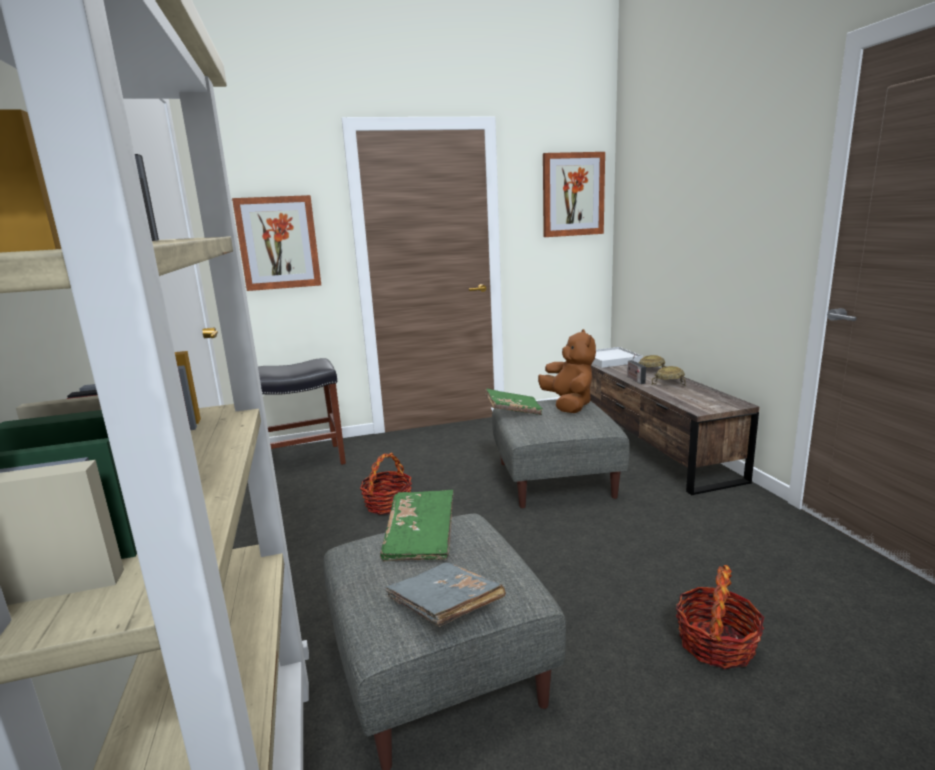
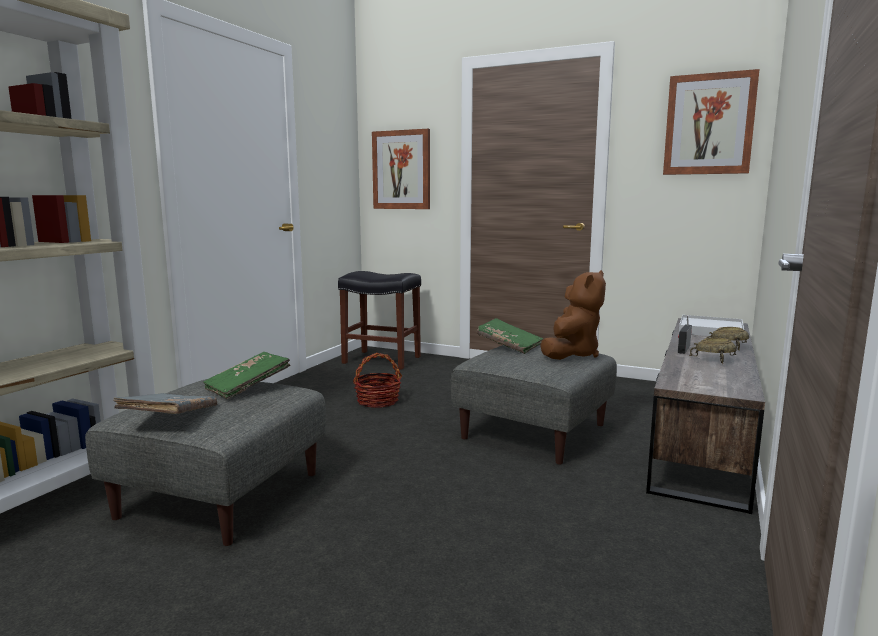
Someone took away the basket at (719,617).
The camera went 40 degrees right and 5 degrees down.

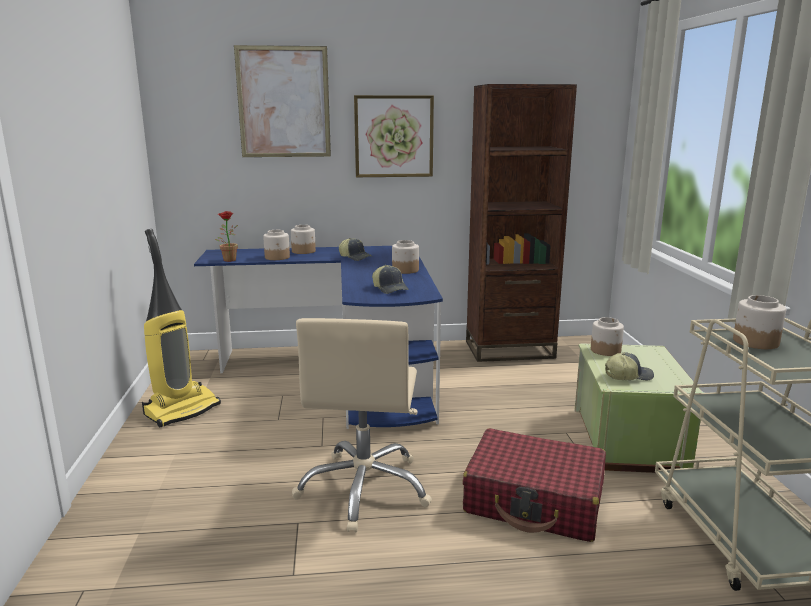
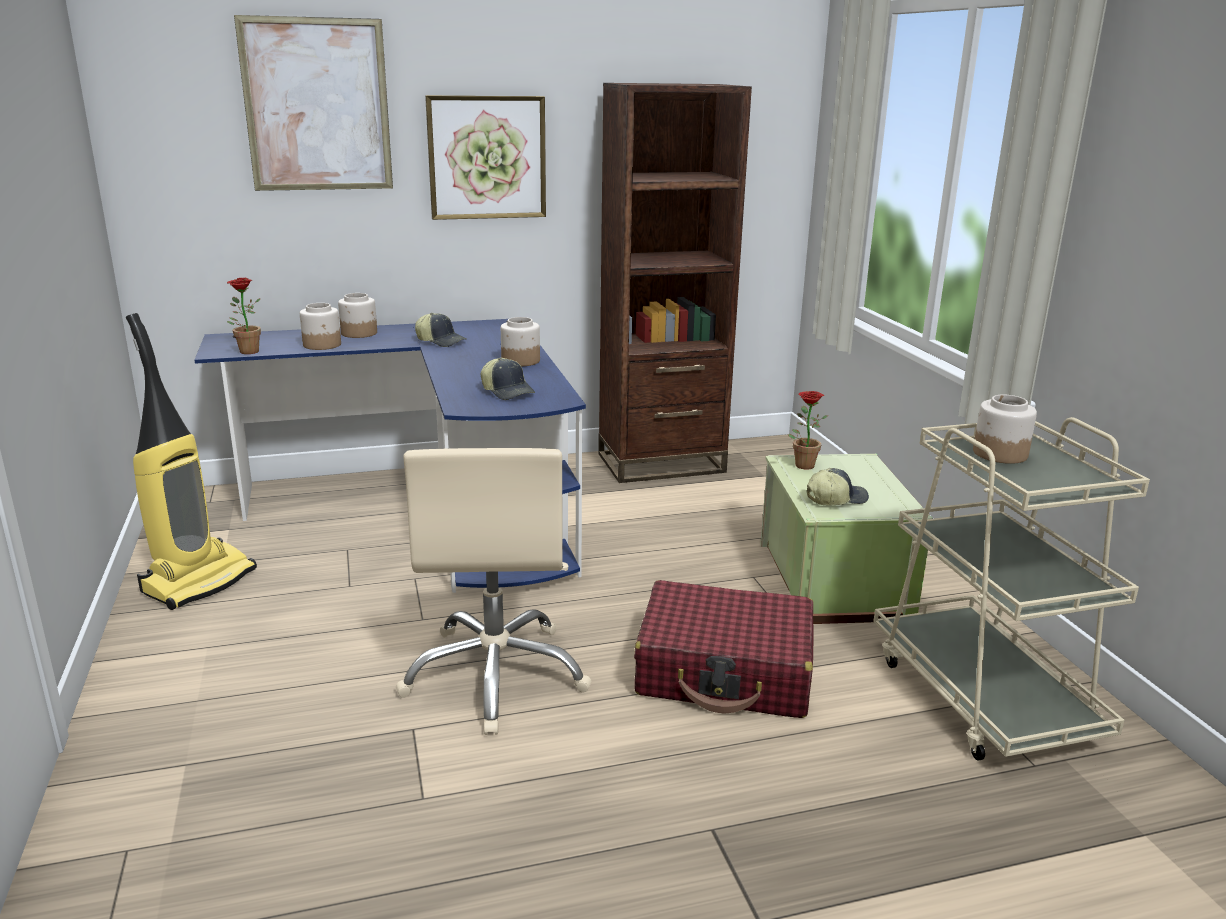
Someone swapped the jar at (607,336) for the potted plant at (808,430).
The camera went 10 degrees left and 5 degrees up.

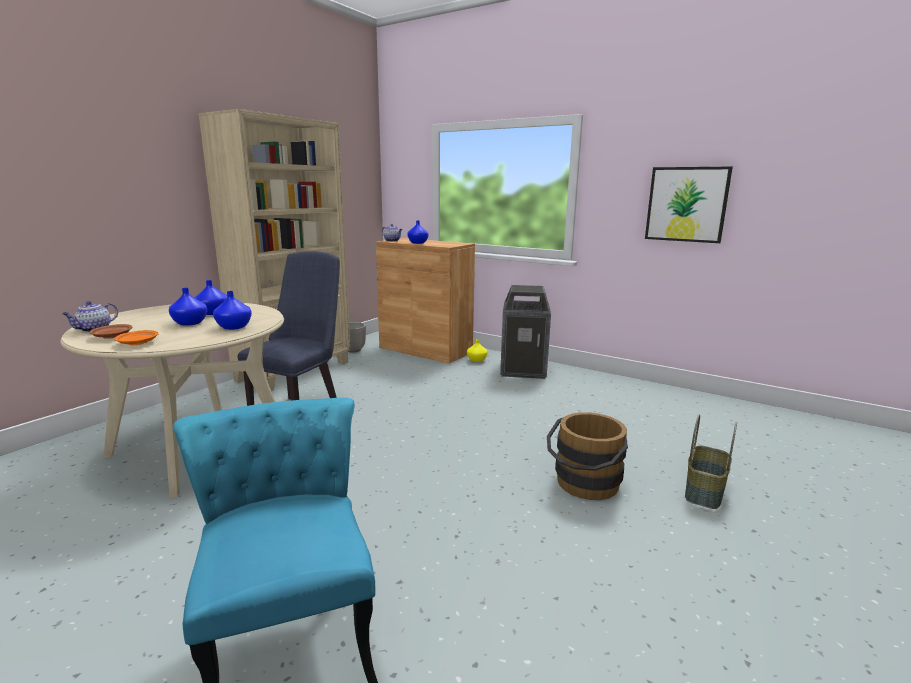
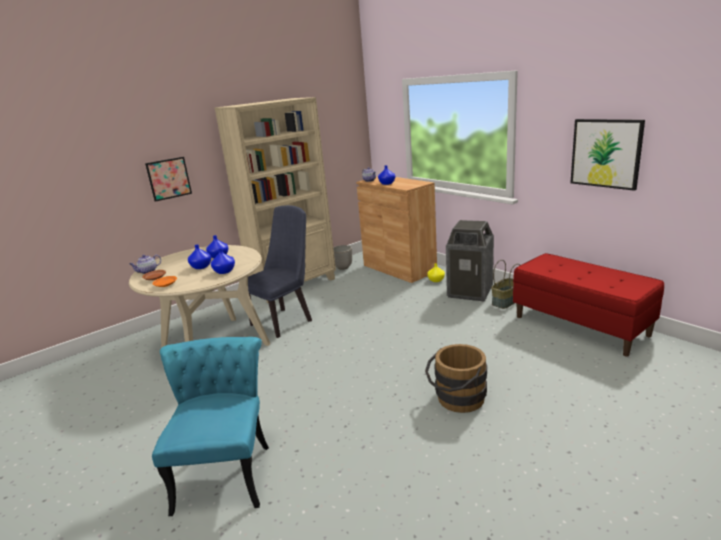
Someone put up the picture at (168,179).
Someone carried the basket from (711,461) to (505,284).
Someone put down the bench (red) at (588,304).
The camera went 20 degrees right and 5 degrees up.

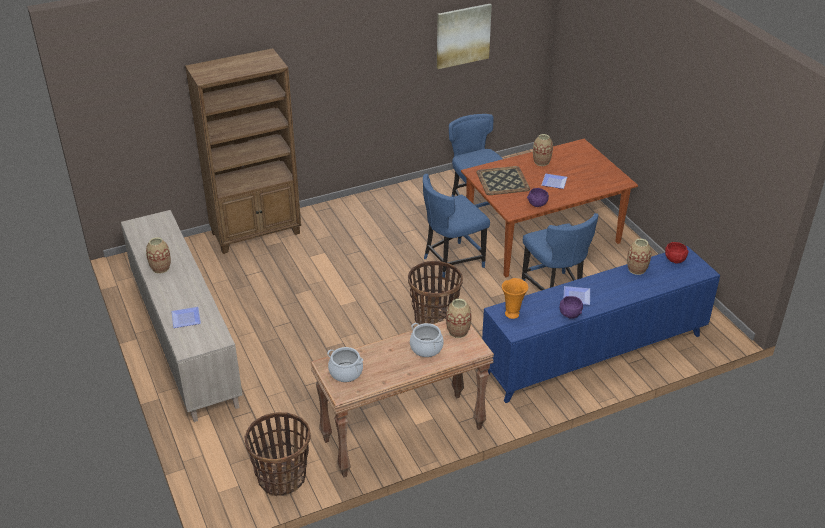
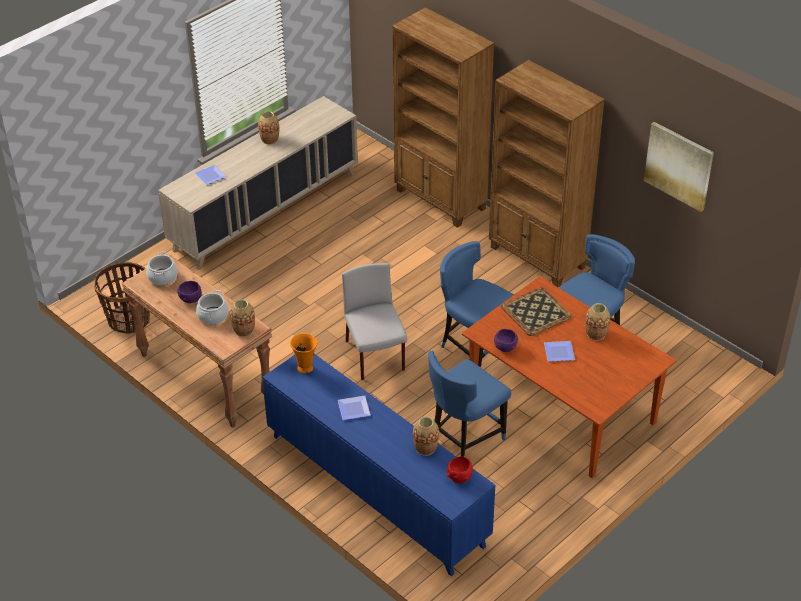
Someone carried the bowl (purple) from (571,307) to (189,292).
Someone swapped the basket at (435,293) for the chair (grey) at (374,321).
Someone put down the bookcase (brown) at (547,173).
The camera went 70 degrees right and 5 degrees up.

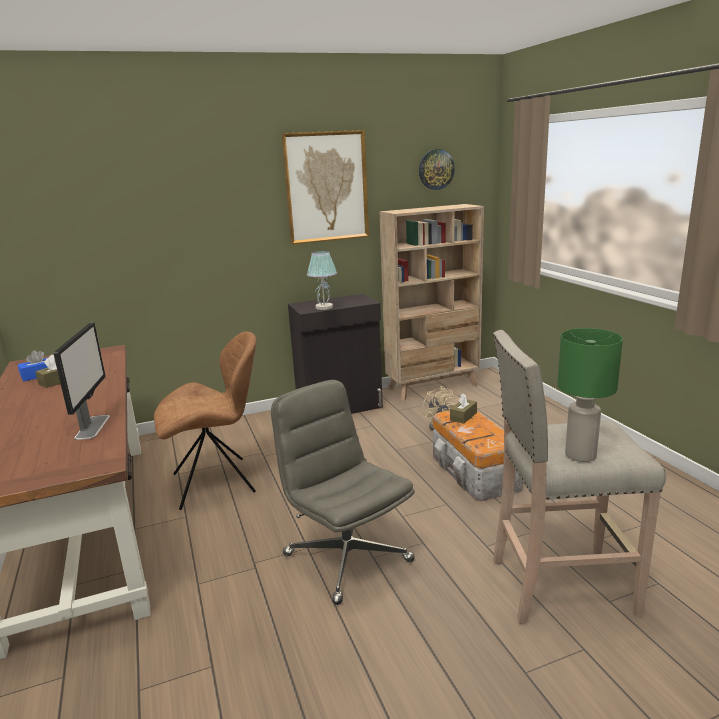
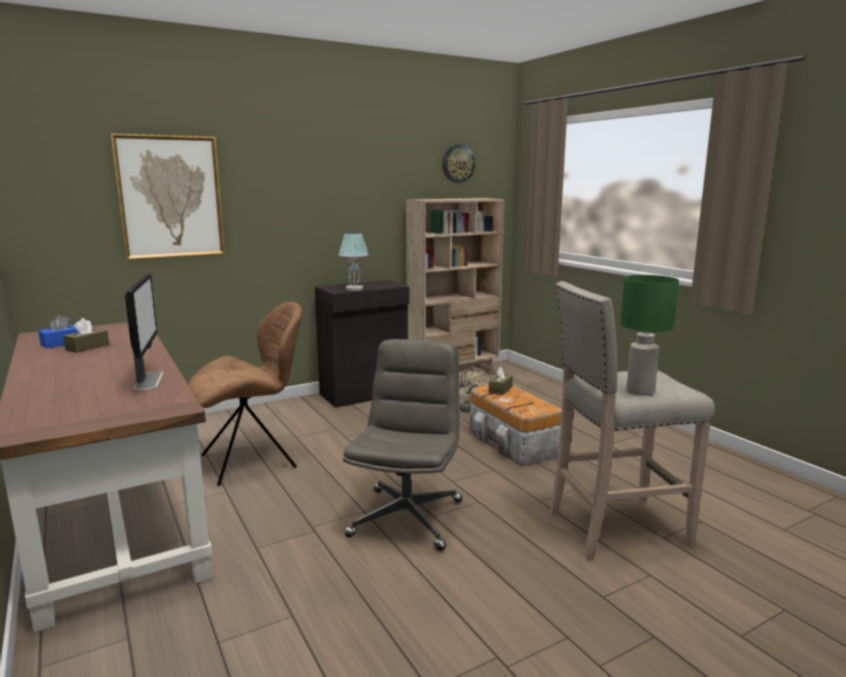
Someone carried the picture from (325,187) to (168,196).
Someone rotated the office chair (grey) at (343,492) by 60 degrees clockwise.
The camera went 10 degrees left and 5 degrees down.

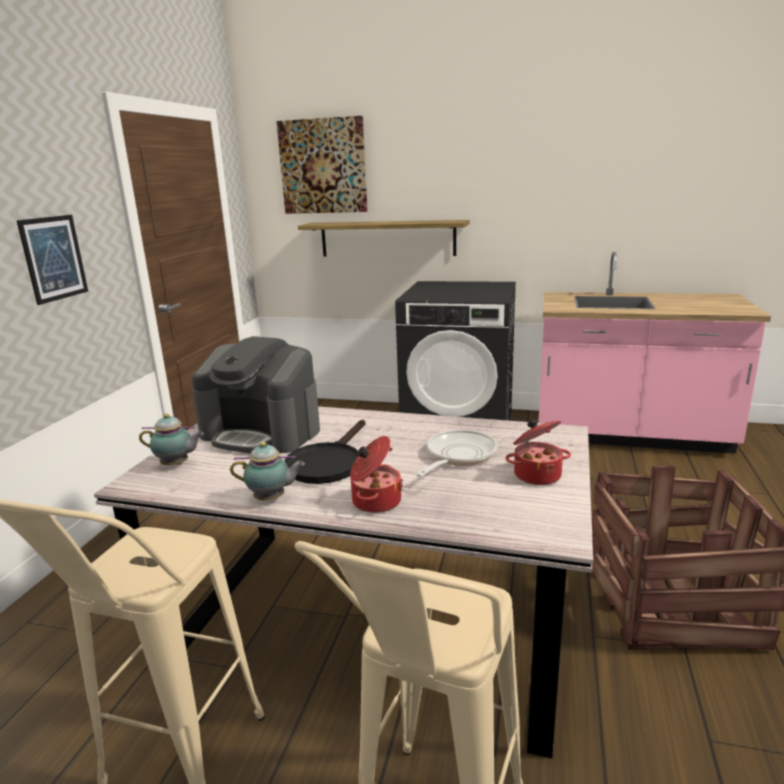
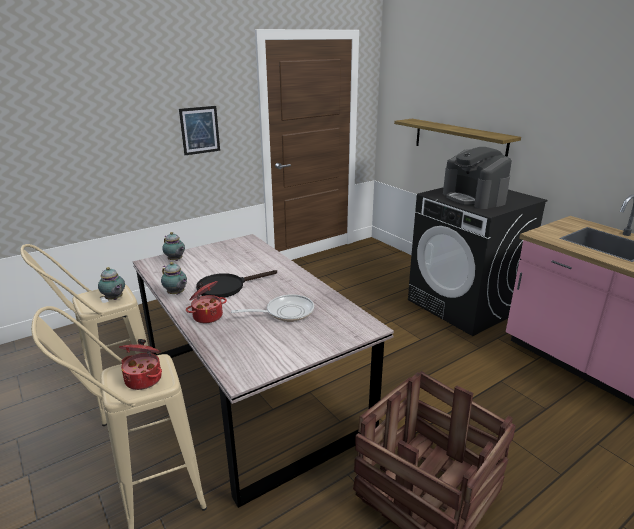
Someone put down the teapot at (111,283).
Someone carried the cooking pot from (538,452) to (140,364).
Someone carried the coffee machine from (256,394) to (477,178).
Someone took away the picture at (322,165).
The camera went 40 degrees right and 5 degrees up.

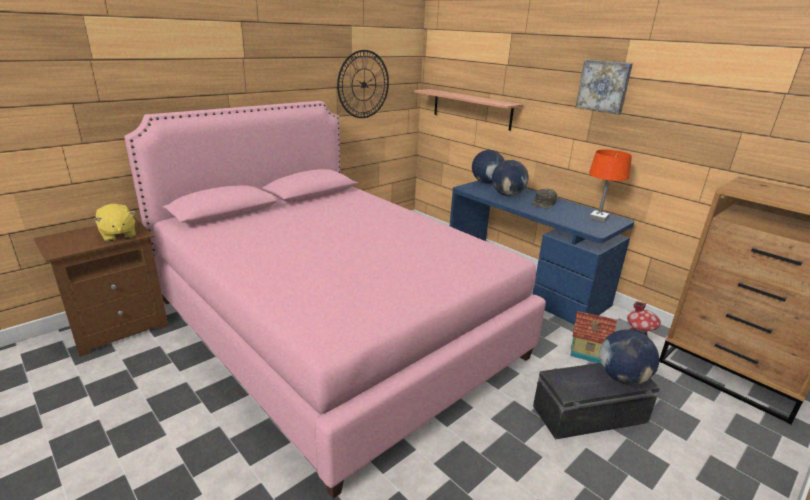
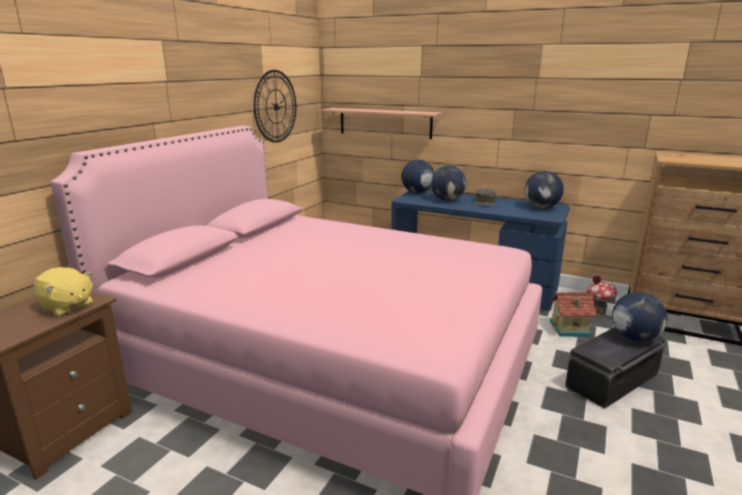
Someone swapped the table lamp (orange) at (610,186) for the globe at (544,189).
Someone took away the picture at (604,87).
The camera went 20 degrees left and 5 degrees down.

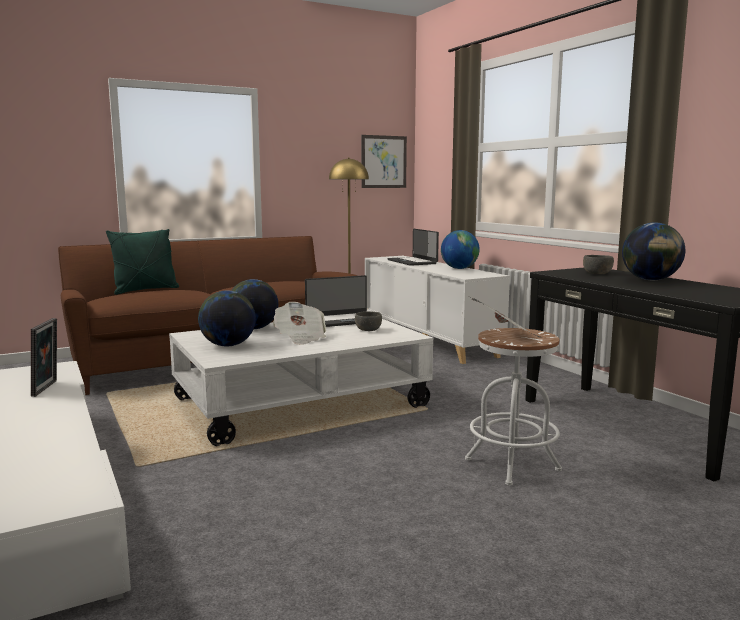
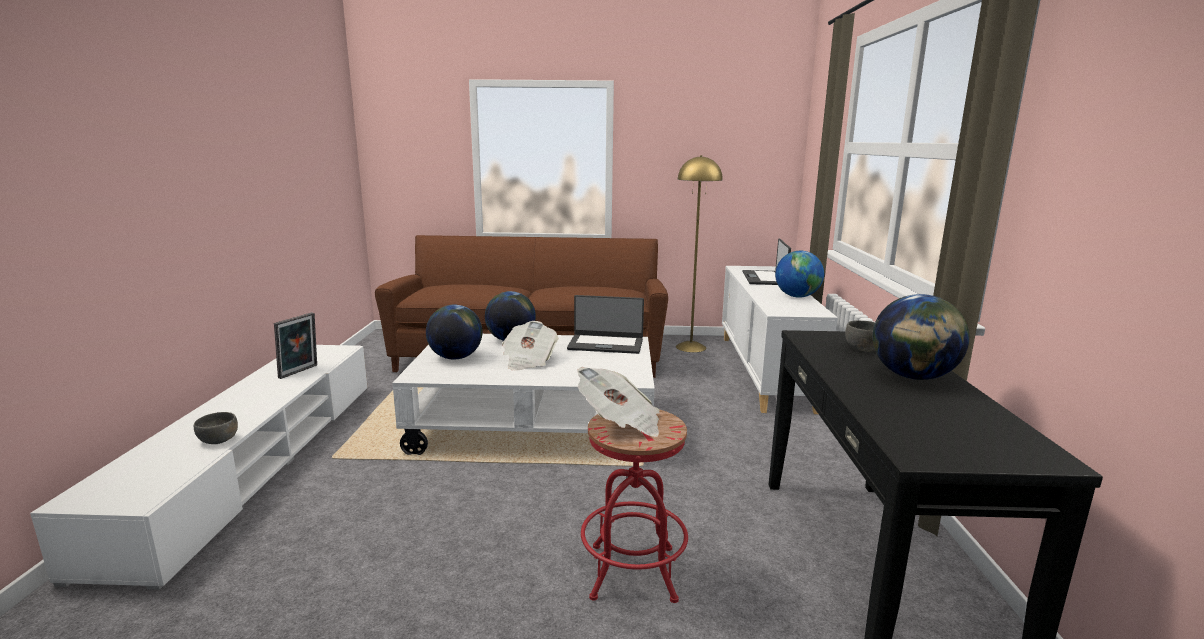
Someone carried the bowl (grey) from (368,321) to (216,428).
Someone repainted the stool (white) at (513,406), which became the stool (red) at (634,506).
Someone took away the pillow (green) at (142,262).
Someone took away the picture at (384,161).
The camera went 30 degrees right and 5 degrees up.

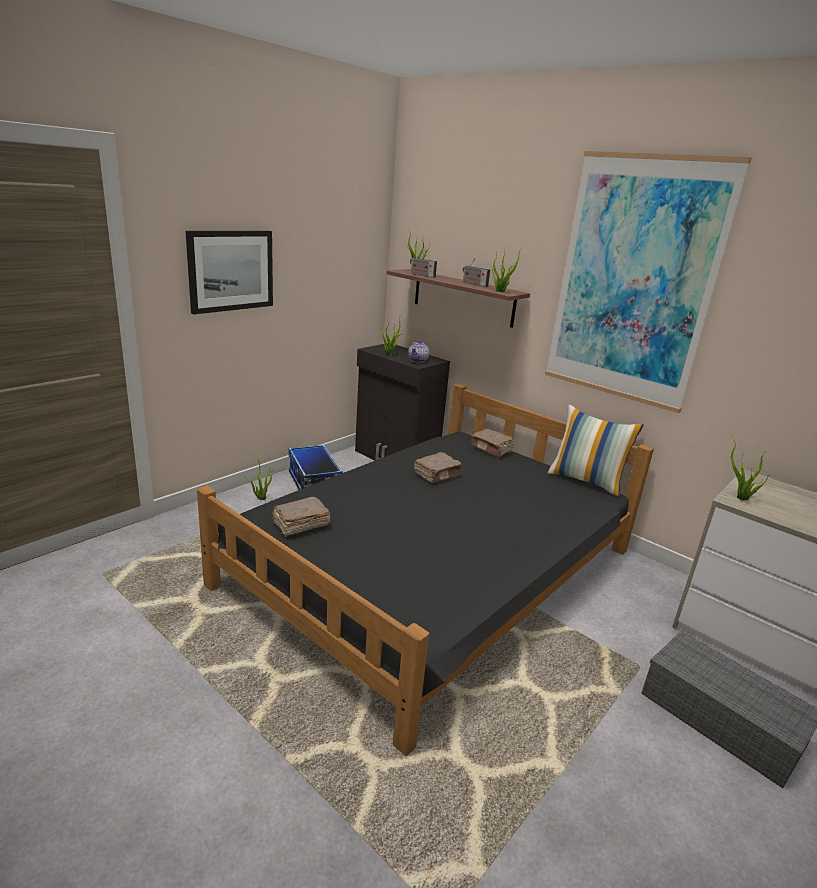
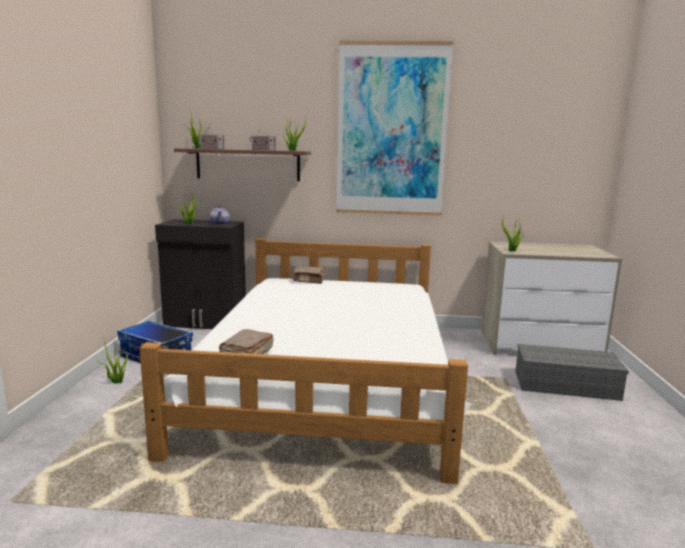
Someone repainted the bed (black) at (425,569), which became the bed (white) at (305,361).
Someone took away the picture at (229,272).
Someone took away the book (brown) at (438,467).
Someone took away the pillow at (596,451).
The camera went 35 degrees left and 10 degrees down.

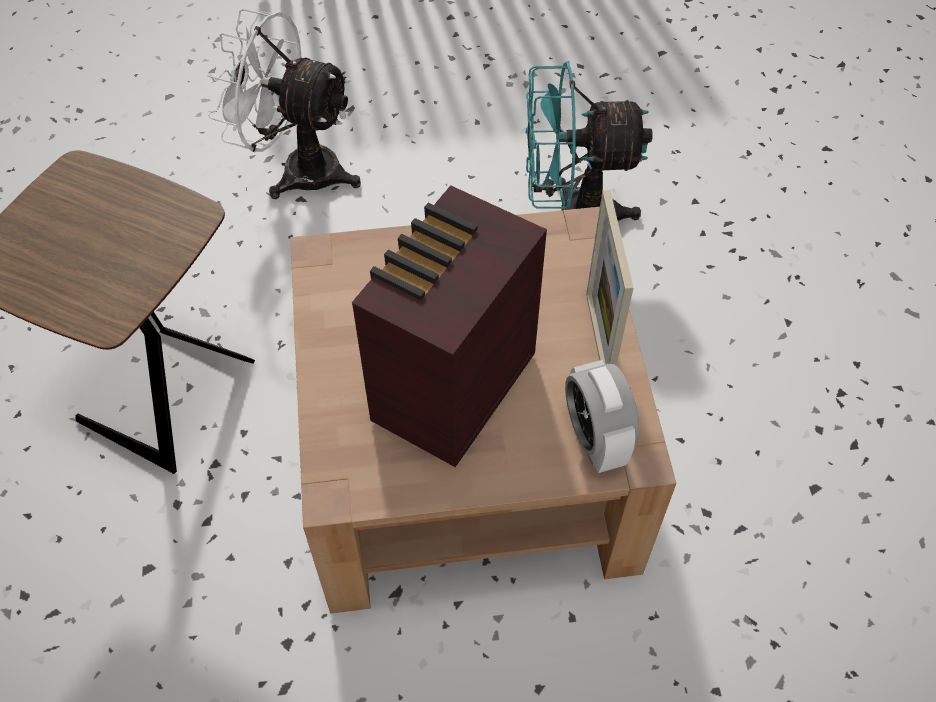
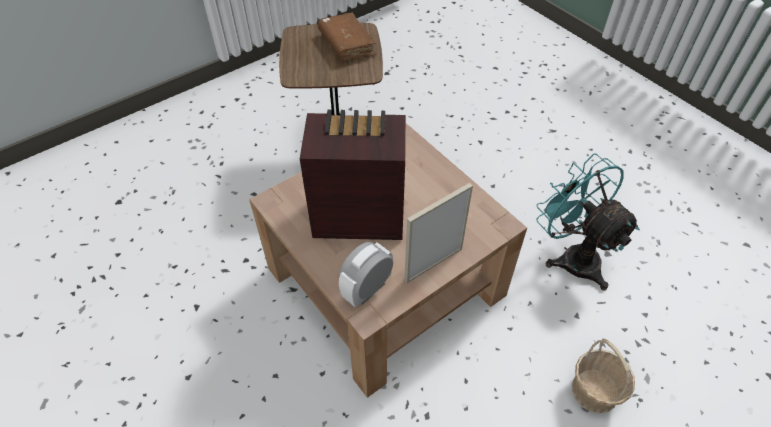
Someone put down the book (brown) at (347,37).
Someone put down the basket at (603,376).
Someone took away the fan (white) at (284,104).
The camera went 60 degrees right and 5 degrees down.

